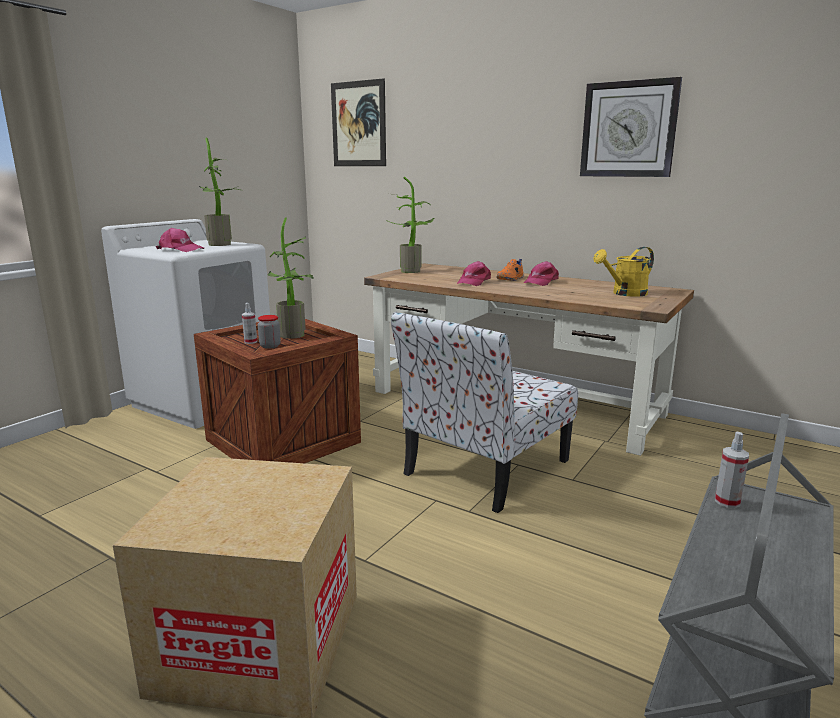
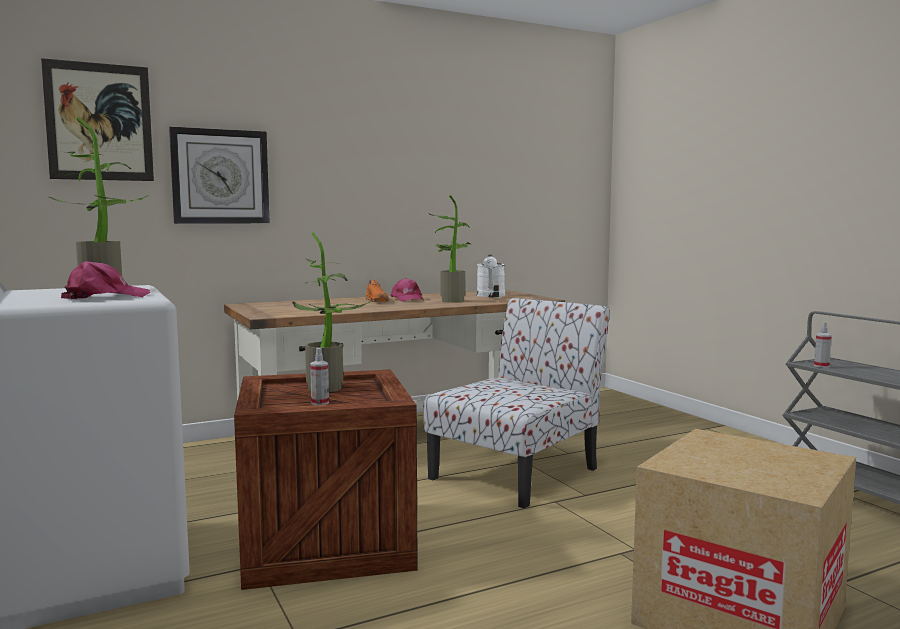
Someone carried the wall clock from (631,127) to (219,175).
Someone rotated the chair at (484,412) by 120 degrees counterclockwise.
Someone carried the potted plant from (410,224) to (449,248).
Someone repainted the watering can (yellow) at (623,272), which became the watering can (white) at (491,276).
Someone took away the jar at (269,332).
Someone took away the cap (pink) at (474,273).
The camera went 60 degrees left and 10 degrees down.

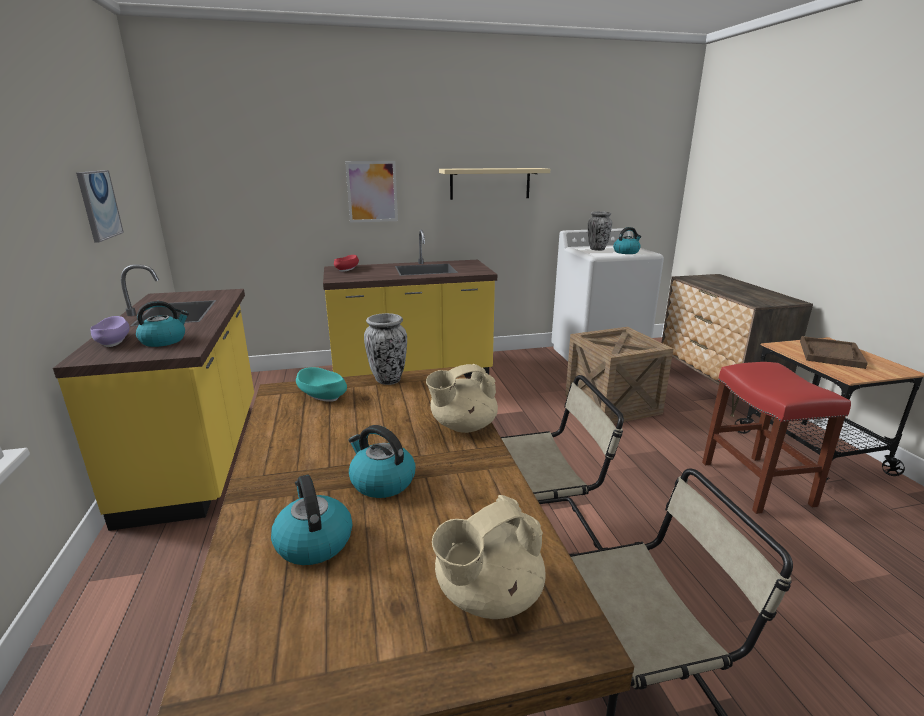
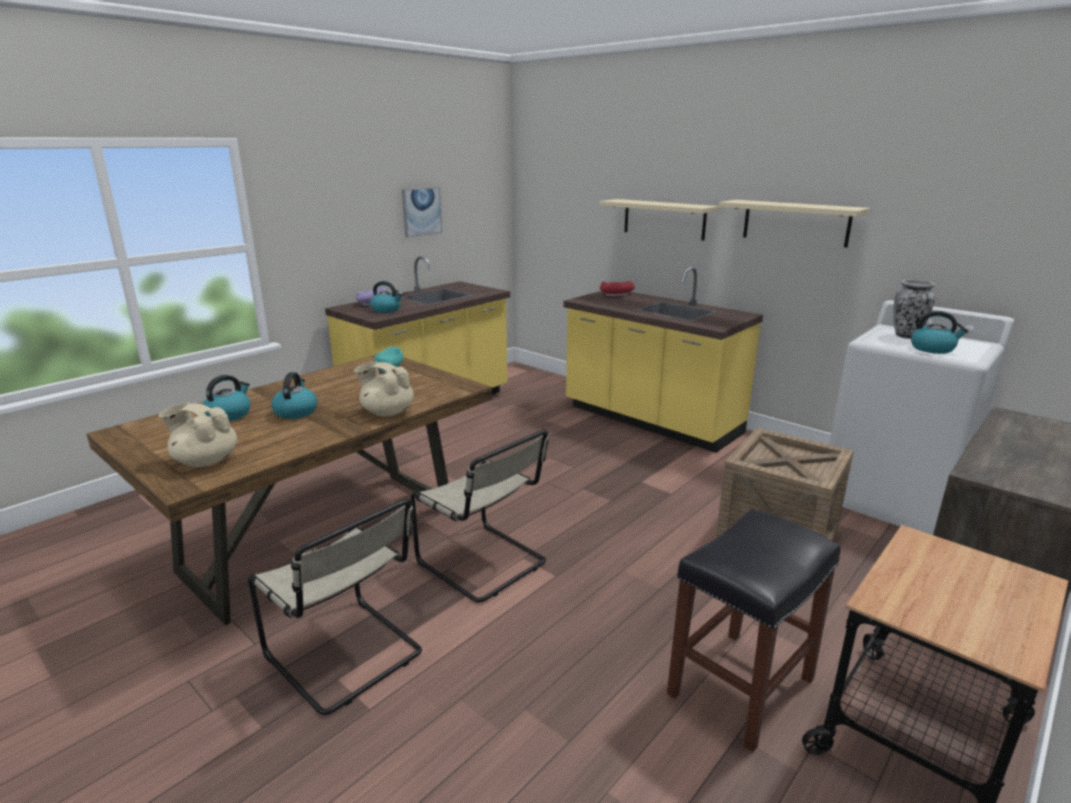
Someone swapped the picture at (371,191) for the shelf (beige) at (659,220).
Someone repainted the stool (red) at (776,438), which became the stool (black) at (754,630).
Someone took away the vase at (385,349).
Someone took away the tray (brown) at (834,352).
The camera went 55 degrees right and 0 degrees up.

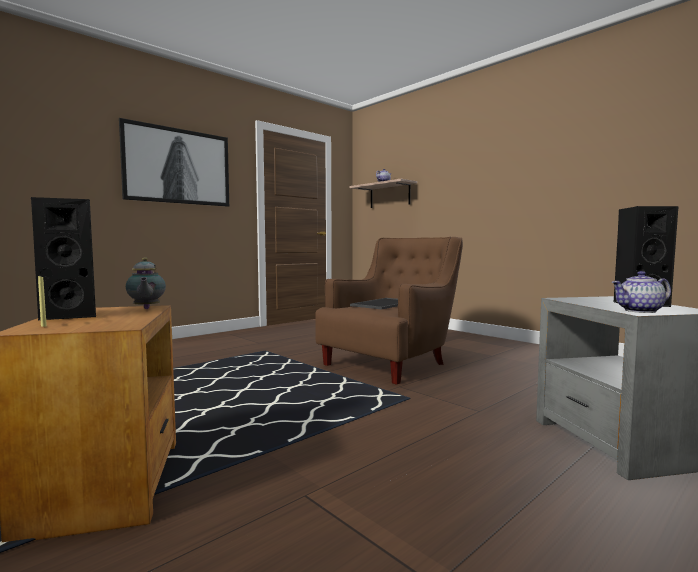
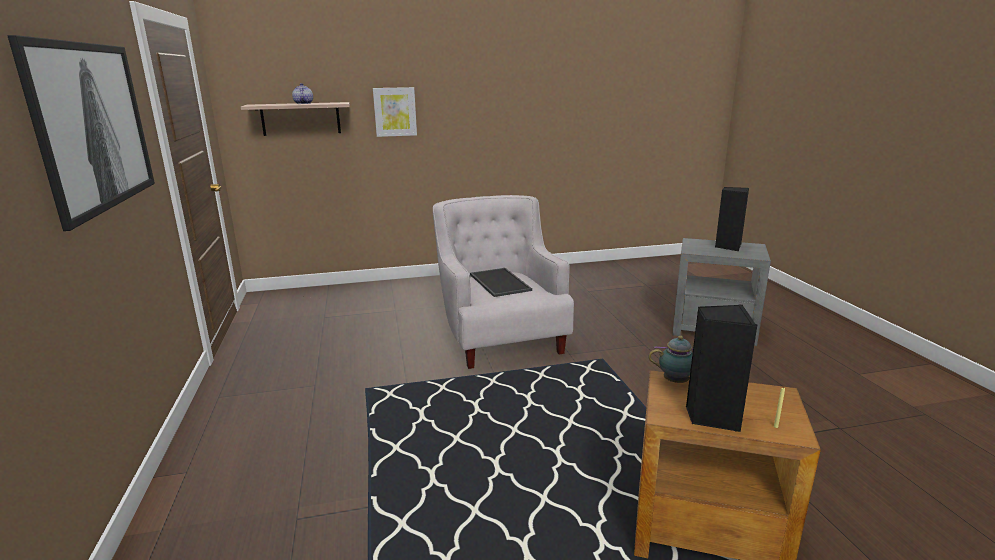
Someone put up the picture at (395,112).
Someone repainted the armchair (brown) at (389,310), which became the armchair (white) at (503,282).
Someone took away the teapot at (641,292).
The camera went 60 degrees left and 15 degrees up.

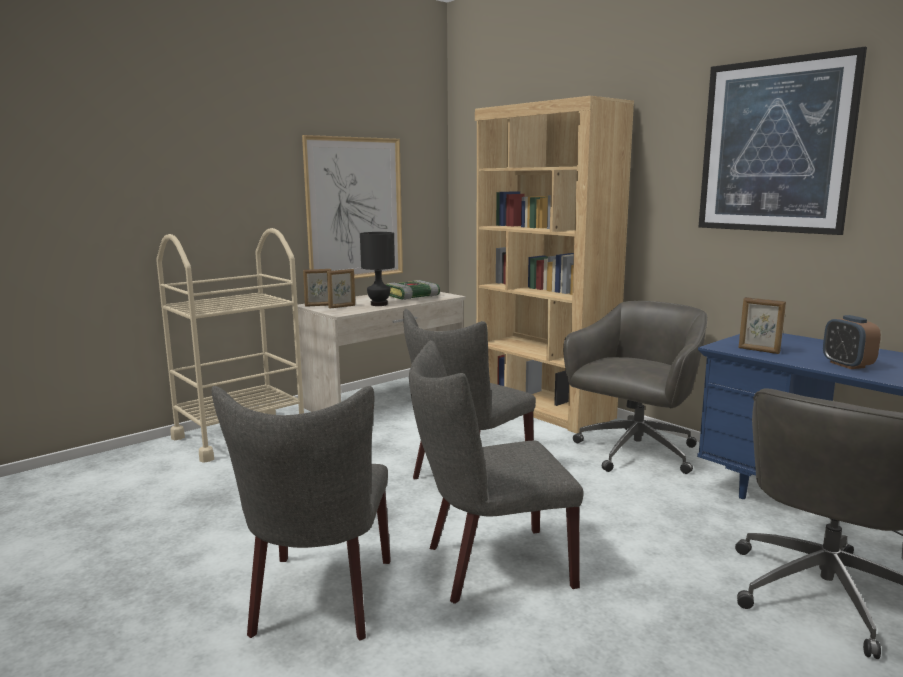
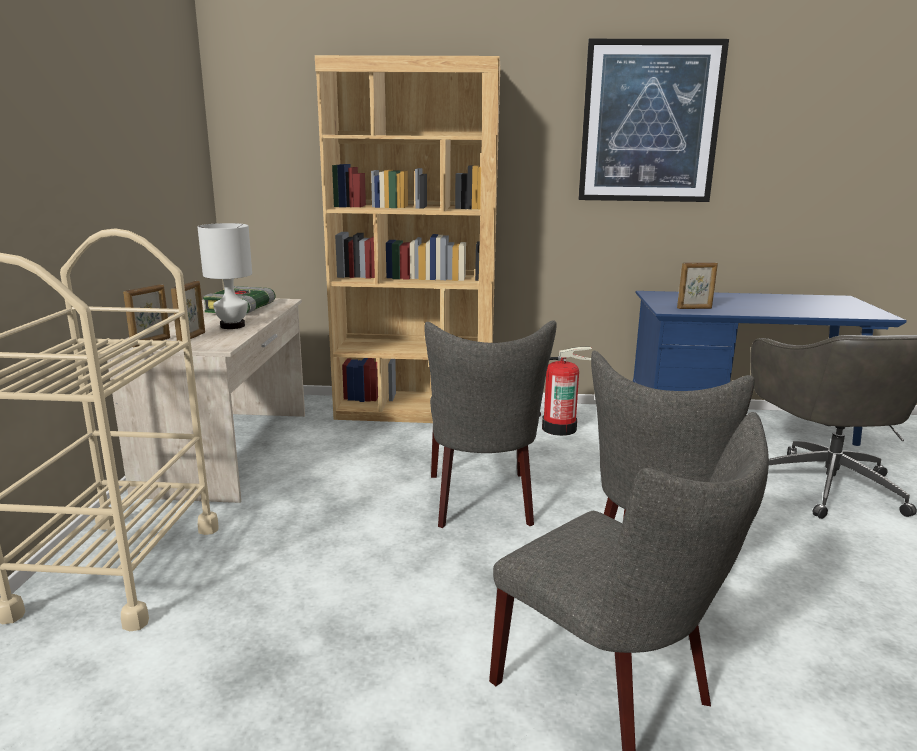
Someone repainted the table lamp (black) at (377,269), which became the table lamp (white) at (224,276).
Someone swapped the office chair (grey) at (635,387) for the fire extinguisher at (565,391).
Someone took away the picture at (352,207).
Someone took away the alarm clock at (852,342).
The camera went 45 degrees left and 5 degrees up.

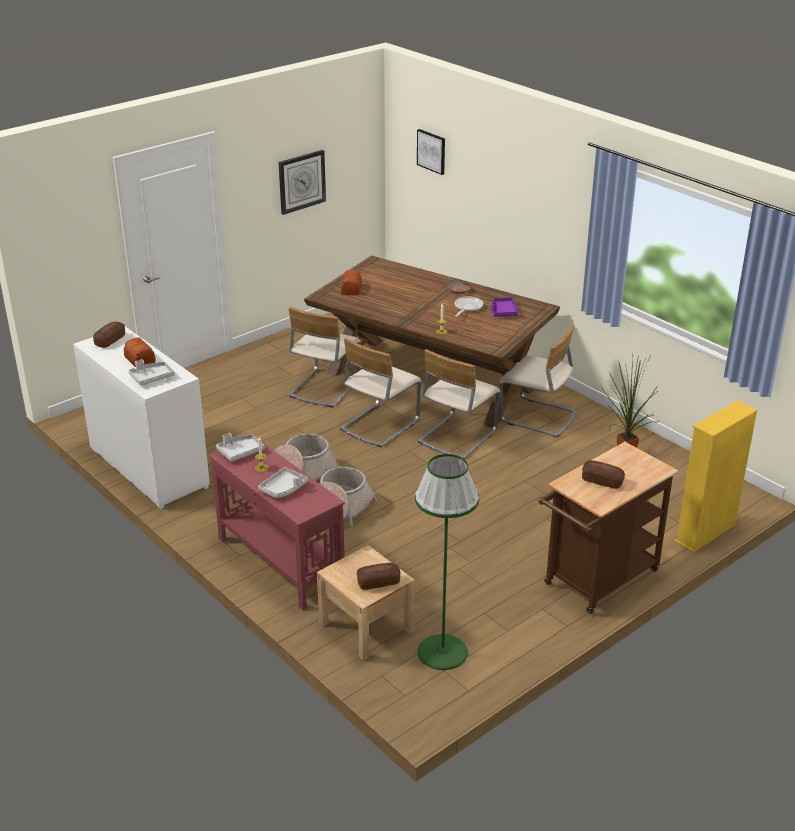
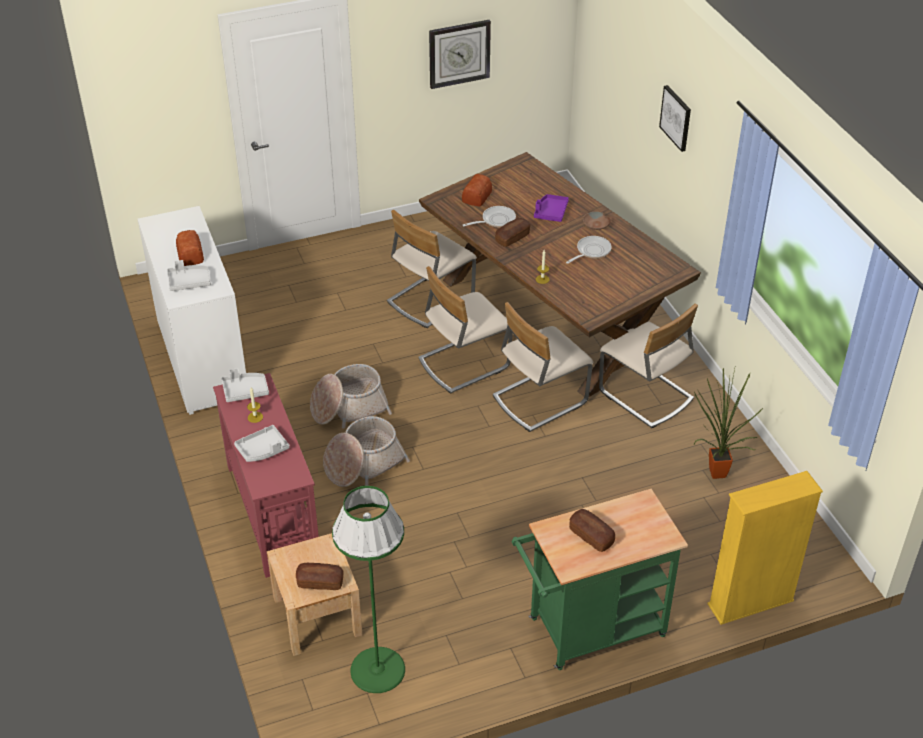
Someone put down the frying pan at (489,216).
Someone carried the bread from (109,335) to (512,232).
Someone repainted the cart (brown) at (608,528), which became the cart (green) at (600,579).
Someone carried the tray (purple) from (505,307) to (551,208).
Someone carried the picture from (431,152) to (675,118).
The camera went 20 degrees right and 10 degrees up.

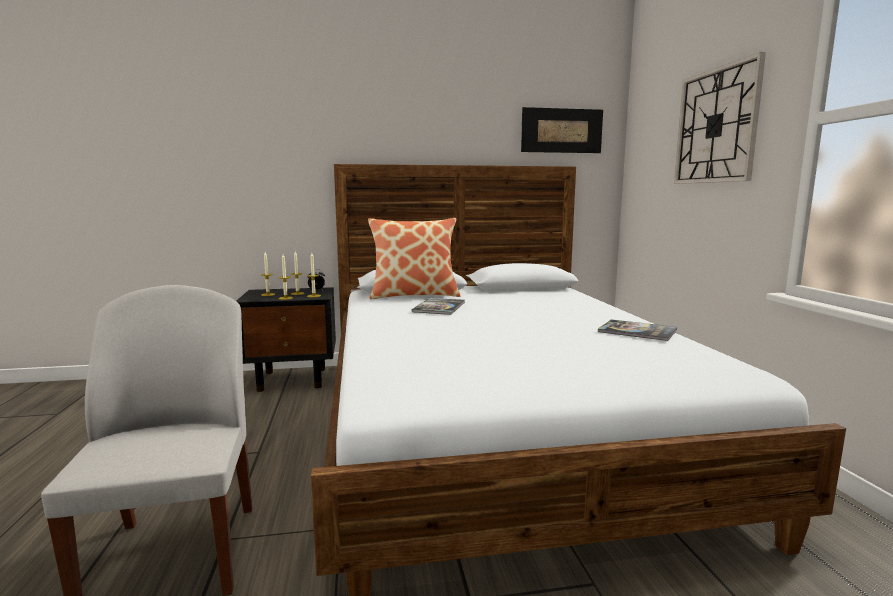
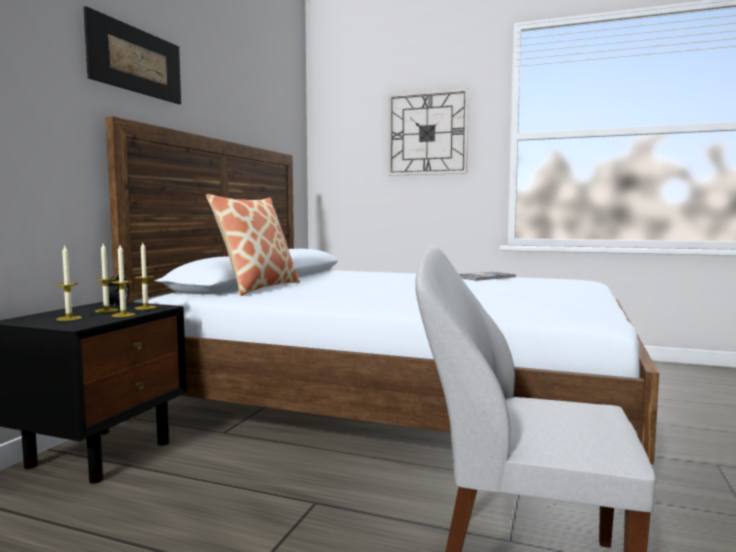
Someone carried the picture from (562,130) to (132,55).
Someone took away the book at (438,306).
The camera went 60 degrees left and 5 degrees down.

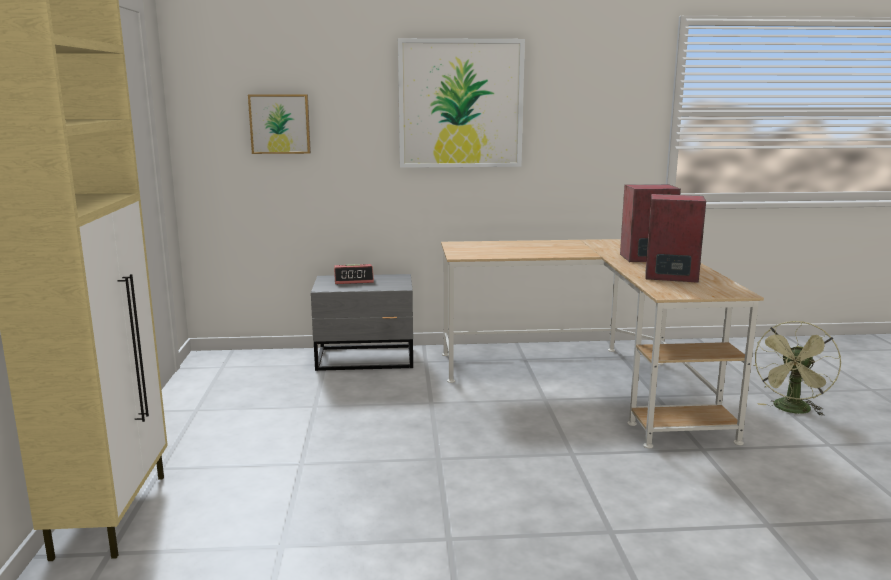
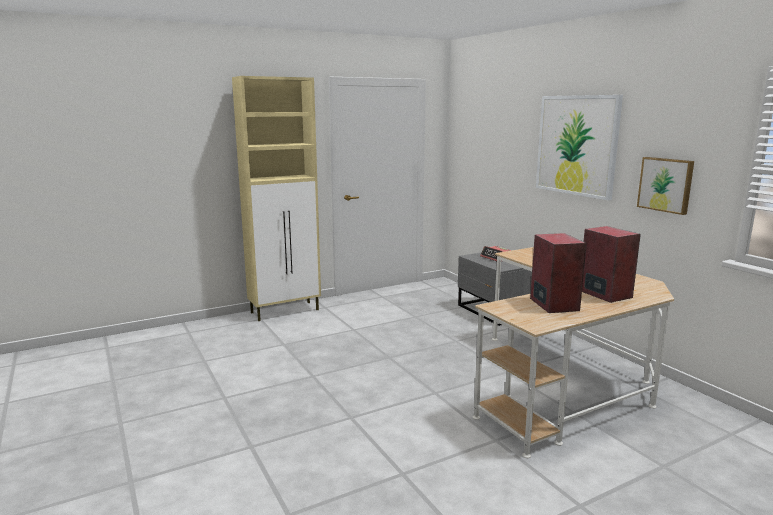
Someone carried the picture from (279,124) to (665,186).
Someone took away the fan (green) at (797,368).
The camera went 65 degrees right and 0 degrees up.

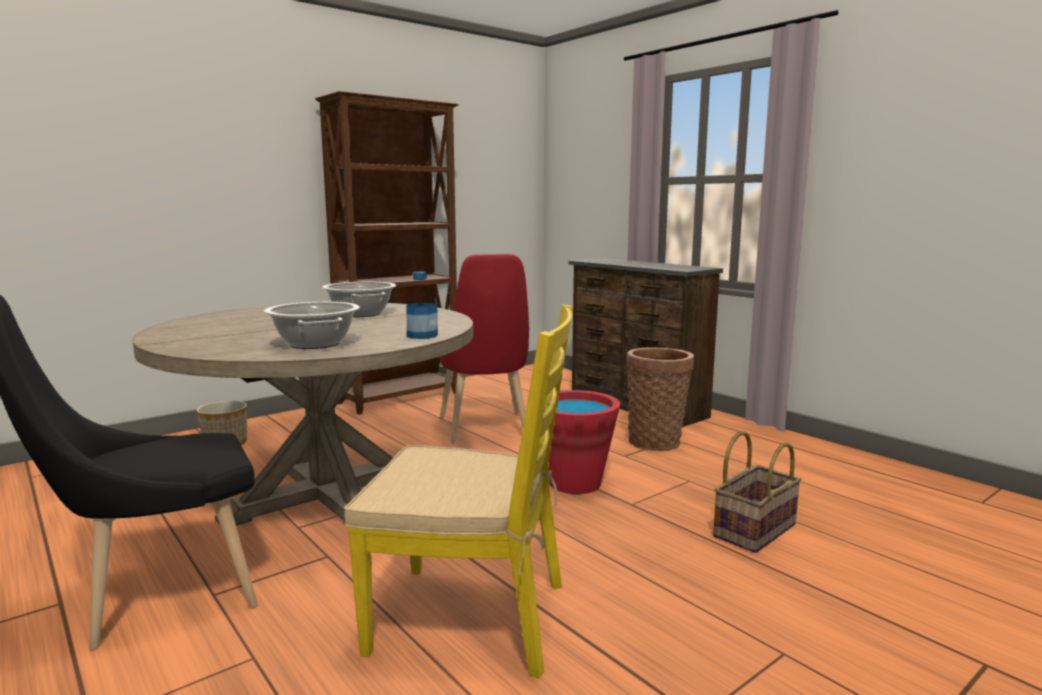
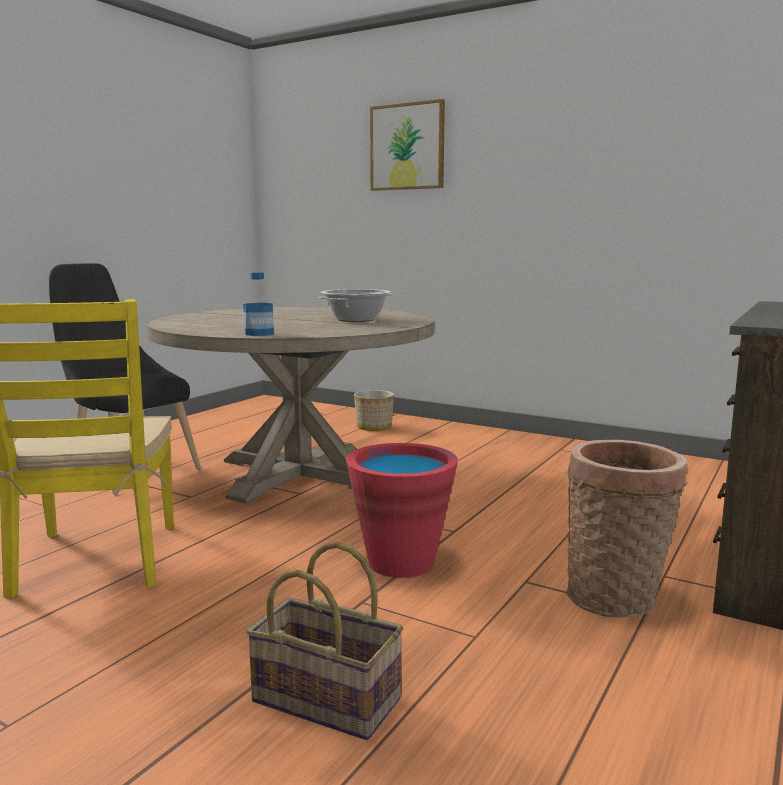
Someone put up the picture at (407,145).
Someone took away the cooking pot at (312,325).
Someone took away the bookcase (brown) at (387,253).
Someone took away the chair (red) at (484,349).
The camera went 70 degrees right and 0 degrees up.

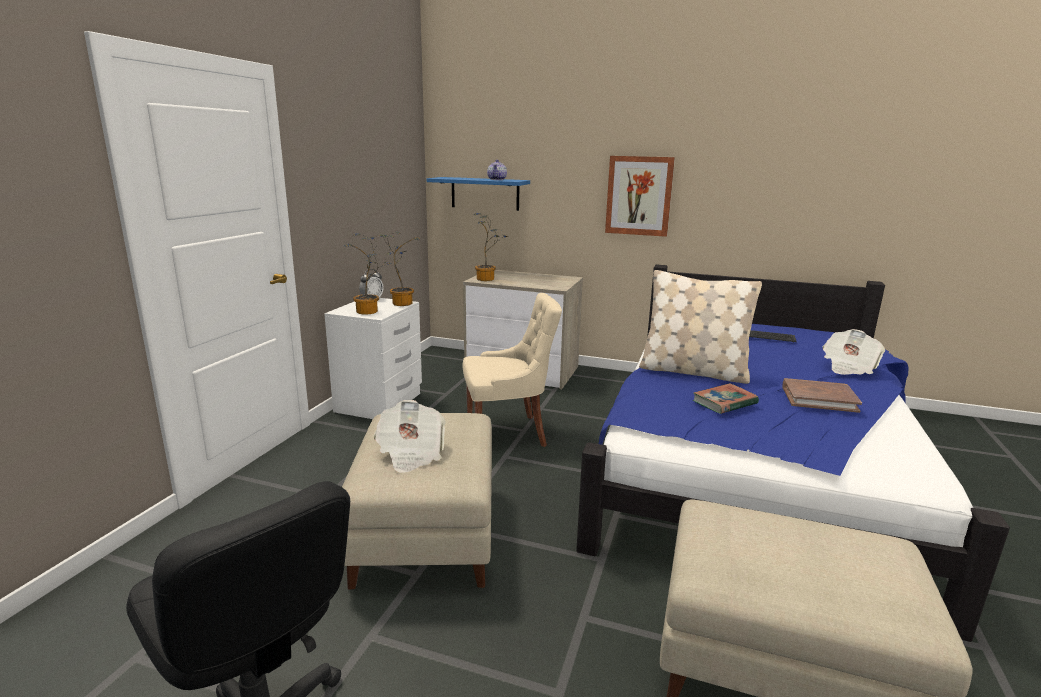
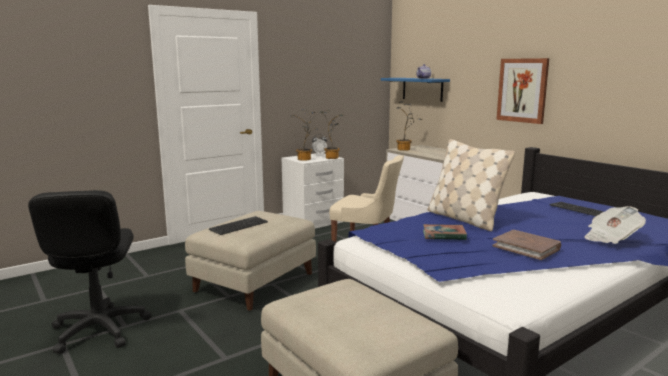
Someone swapped the newspaper at (410,436) for the keyboard at (238,225).
The camera went 35 degrees right and 5 degrees down.

